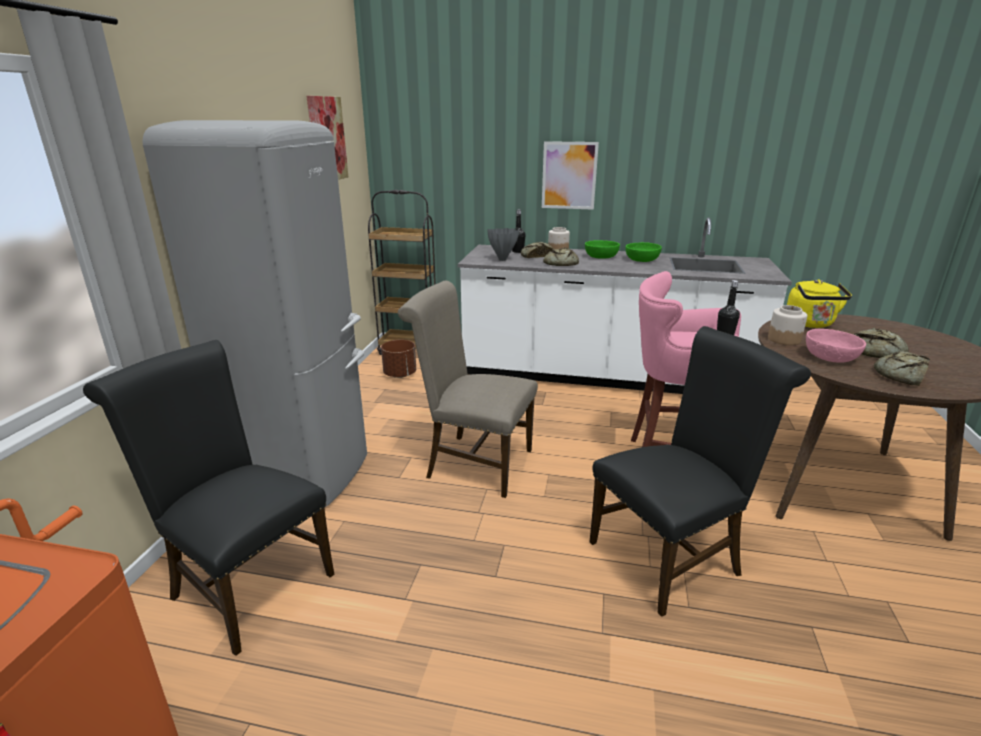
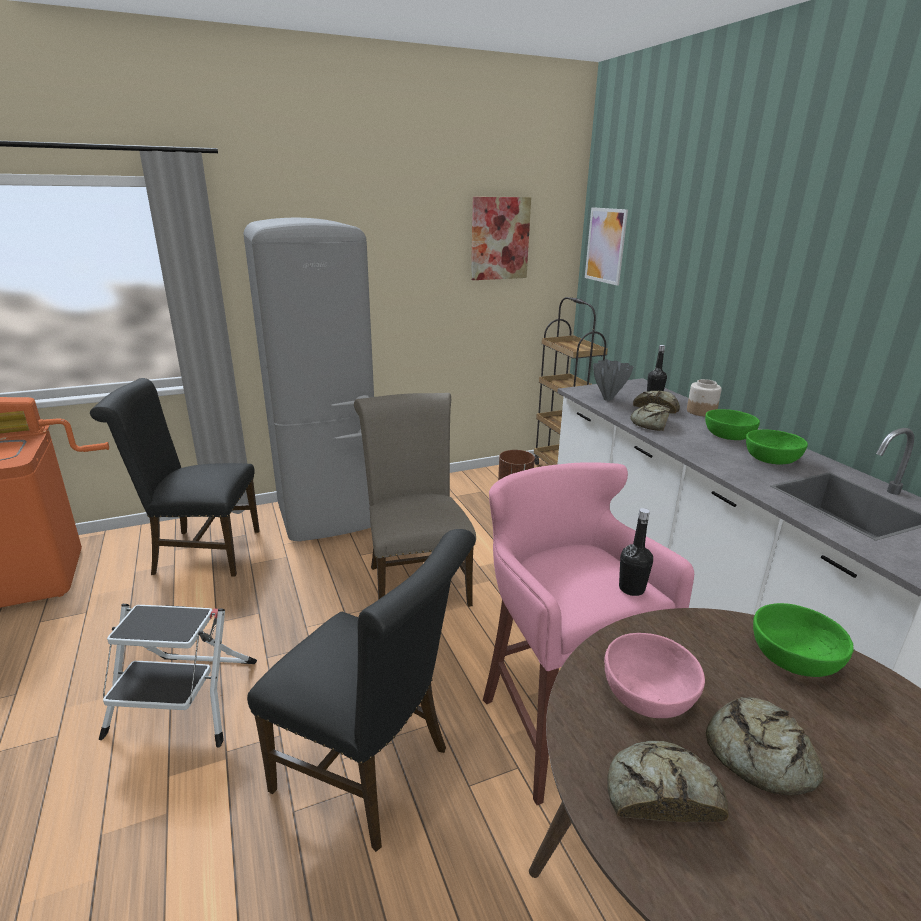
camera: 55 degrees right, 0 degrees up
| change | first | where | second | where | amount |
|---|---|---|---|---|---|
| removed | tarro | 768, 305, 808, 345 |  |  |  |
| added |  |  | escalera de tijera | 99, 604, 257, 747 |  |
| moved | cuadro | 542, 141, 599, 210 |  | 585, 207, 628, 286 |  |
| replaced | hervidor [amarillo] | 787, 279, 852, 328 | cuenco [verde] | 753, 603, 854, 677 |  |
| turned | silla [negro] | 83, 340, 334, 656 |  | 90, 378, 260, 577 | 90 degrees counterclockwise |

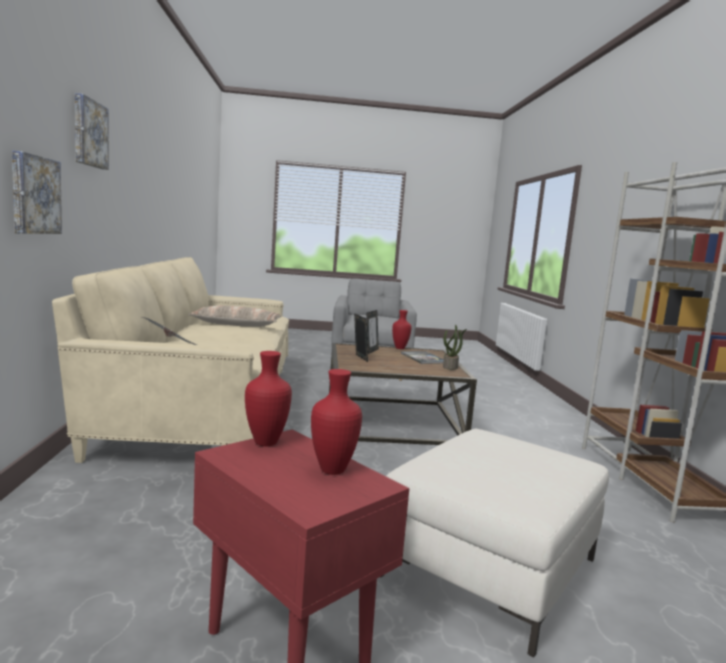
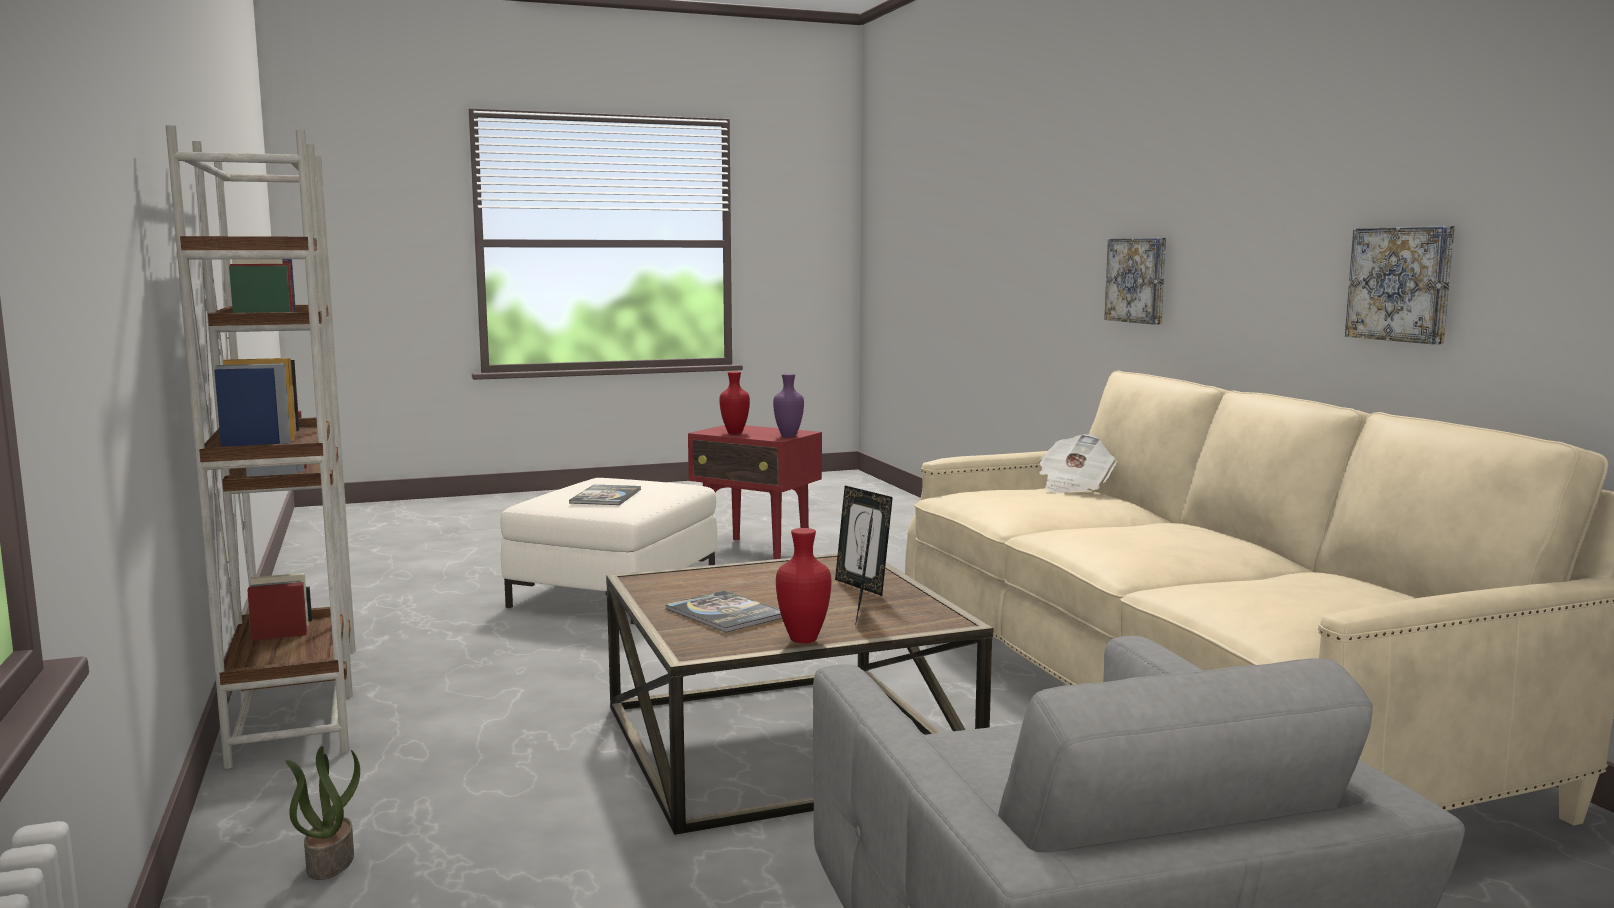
camera: 165 degrees right, 0 degrees up
| change | first | where | second | where | amount |
|---|---|---|---|---|---|
| removed | cojín | 188, 305, 281, 327 |  |  |  |
| added |  |  | libro | 569, 485, 641, 505 |  |
| moved | cuadro | 75, 93, 109, 170 |  | 1345, 226, 1455, 344 |  |
| moved | planta en maceta | 443, 324, 467, 370 |  | 286, 746, 360, 880 |  |
| recoloured | florero [rojo] | 245, 351, 292, 446 | florero [morado] | 773, 374, 804, 437 |  |

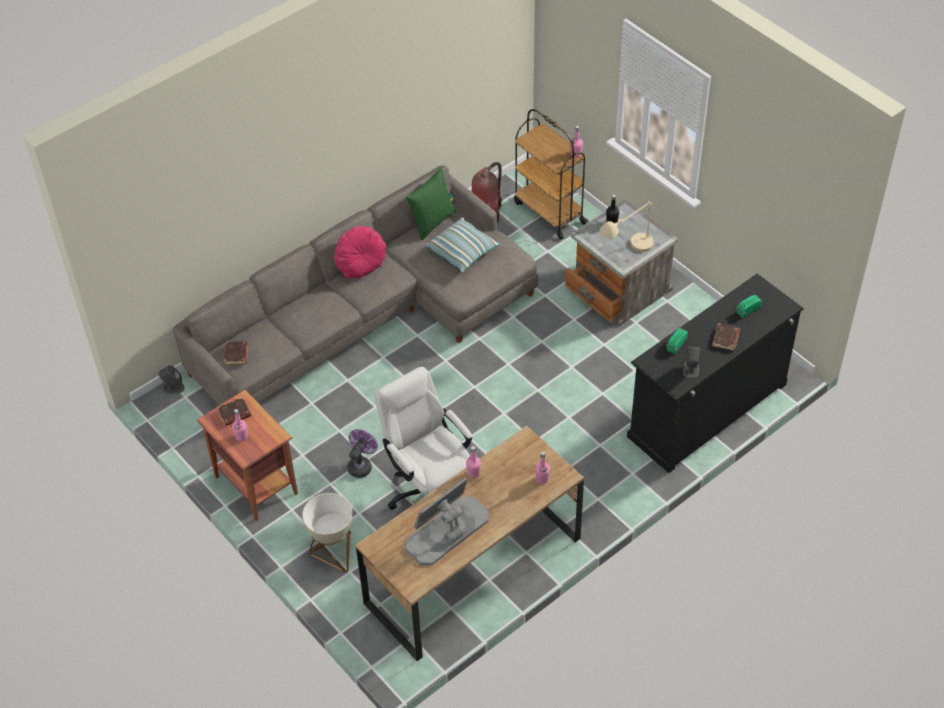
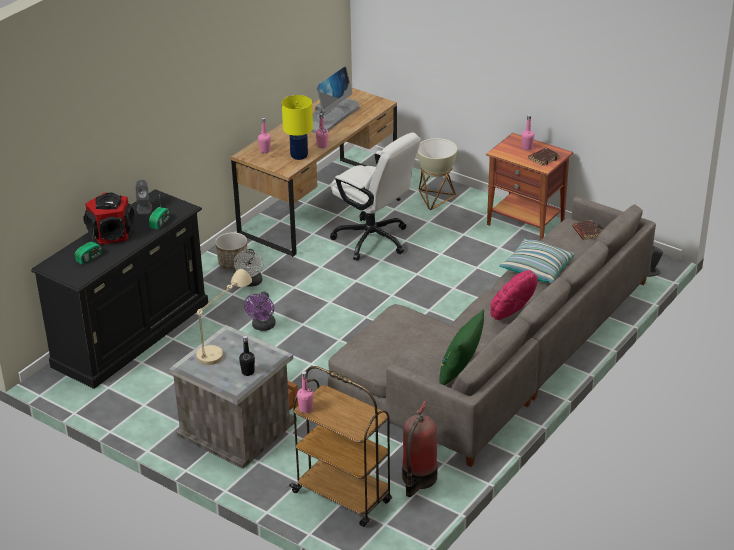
camera: 165 degrees right, 15 degrees down
| change | first | where | second | where | amount |
|---|---|---|---|---|---|
| added |  |  | maceta | 215, 232, 247, 269 |  |
| added |  |  | ventilador [blanco] | 234, 249, 264, 287 |  |
| added |  |  | lámpara de mesa [amarillo] | 282, 95, 313, 160 |  |
| moved | ventilador [morado] | 347, 429, 378, 478 |  | 244, 292, 276, 331 |  |
| moved | cojín | 425, 217, 501, 272 |  | 499, 239, 575, 284 |  |
| replaced | libro [marrón] | 712, 323, 740, 351 | altavoz | 83, 192, 134, 245 |  |

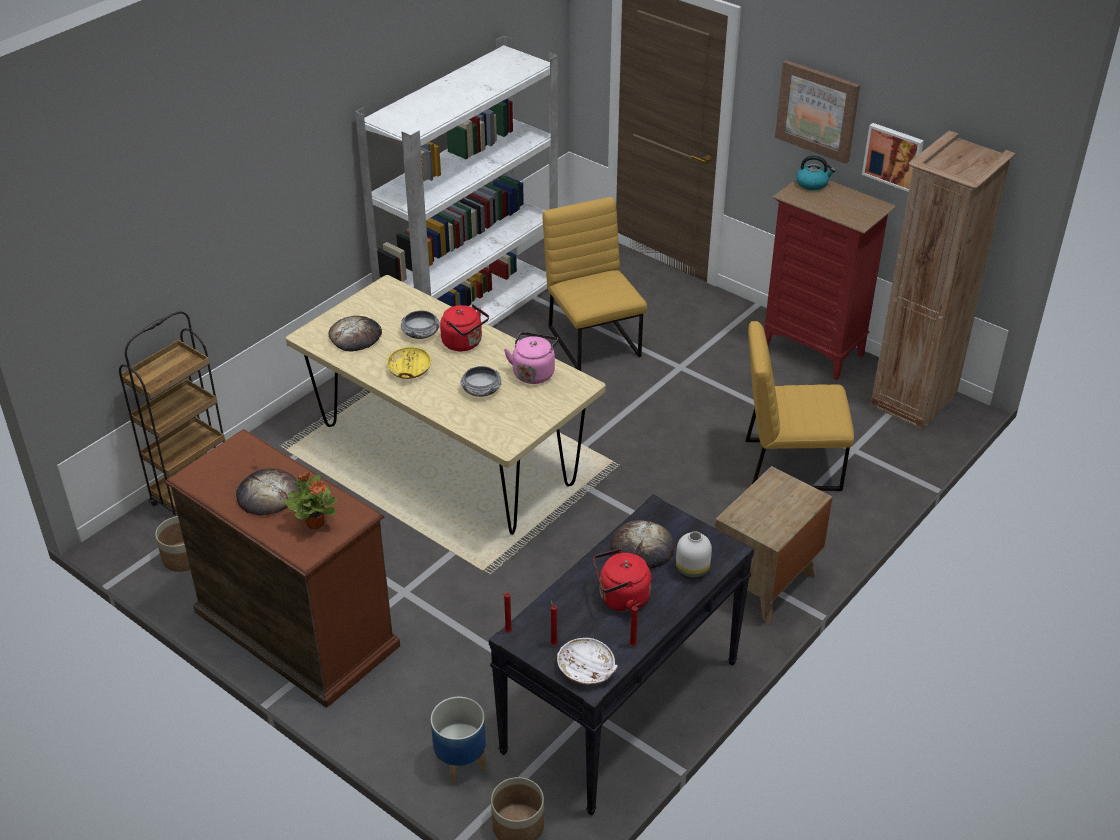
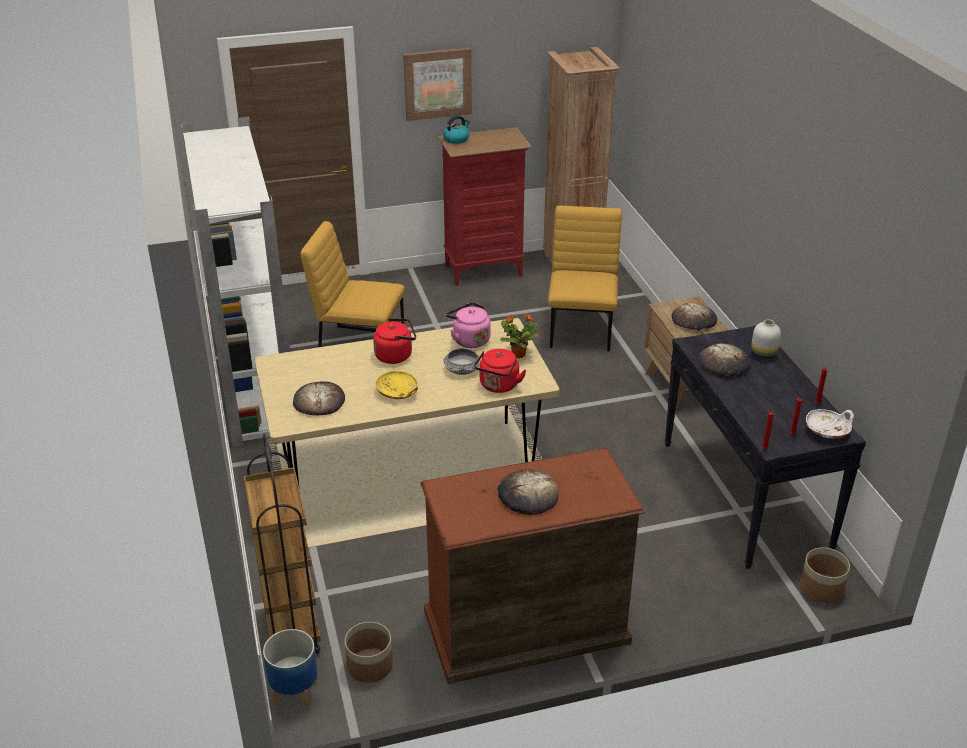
camera: 55 degrees left, 5 degrees down
| change | first | where | second | where | amount |
|---|---|---|---|---|---|
| removed | cuenco | 401, 311, 440, 339 |  |  |  |
| removed | cuadro | 862, 123, 924, 192 |  |  |  |
| added |  |  | pan | 672, 303, 717, 331 |  |
| moved | planta en maceta | 284, 472, 337, 529 |  | 500, 313, 538, 358 |  |
| moved | maceta | 431, 697, 486, 785 |  | 263, 629, 317, 711 |  |
| moved | hervidor [rojo] | 593, 549, 651, 612 |  | 474, 349, 526, 393 |  |
| turned | silla [amarillo] | 746, 321, 854, 491 |  | 548, 206, 622, 351 | 150 degrees clockwise |

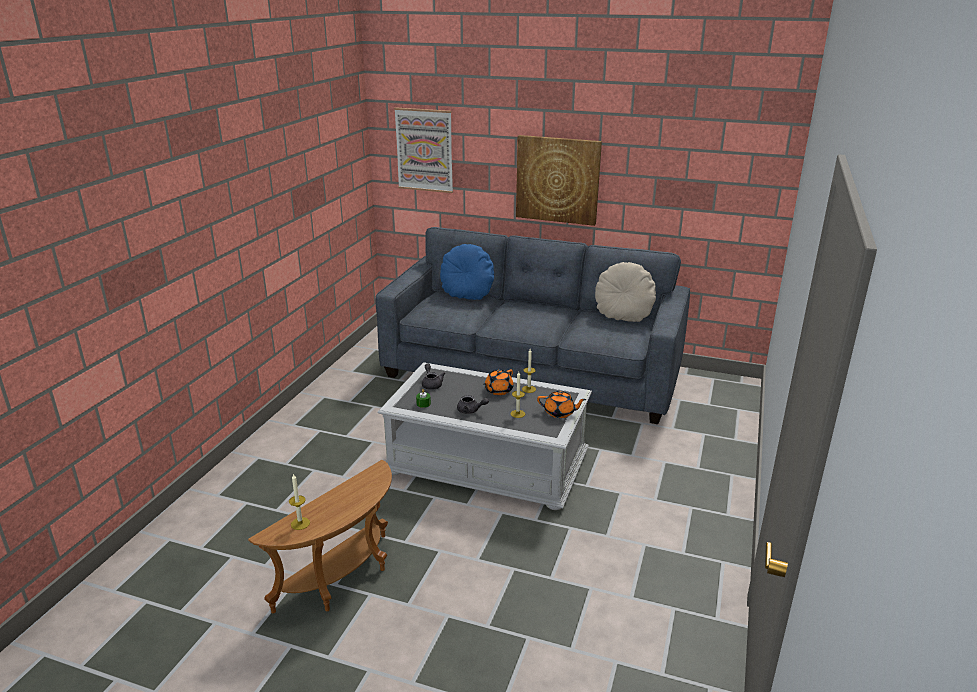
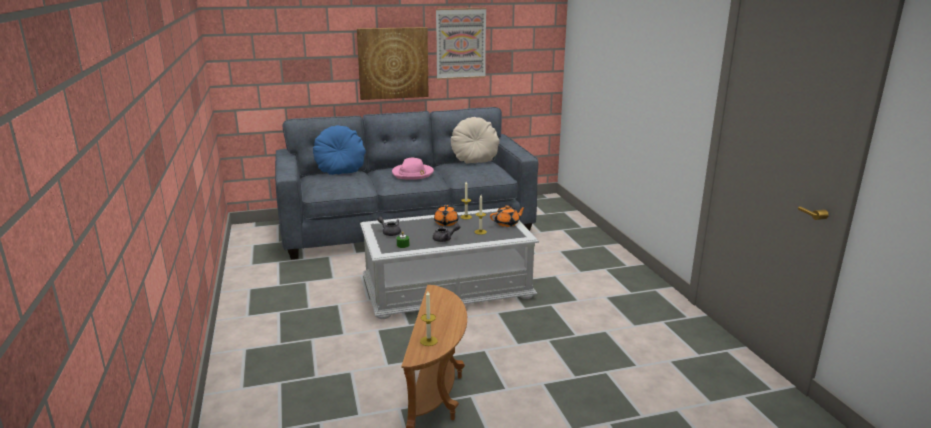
camera: 35 degrees left, 5 degrees down
| change | first | where | second | where | amount |
|---|---|---|---|---|---|
| added |  |  | sombrero [rosa] | 392, 158, 434, 180 |  |
| moved | cuadro | 394, 108, 453, 193 |  | 436, 8, 486, 80 |  |

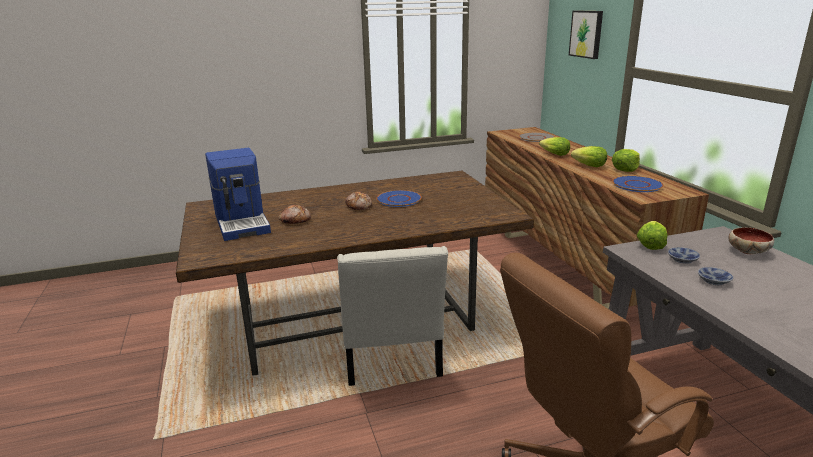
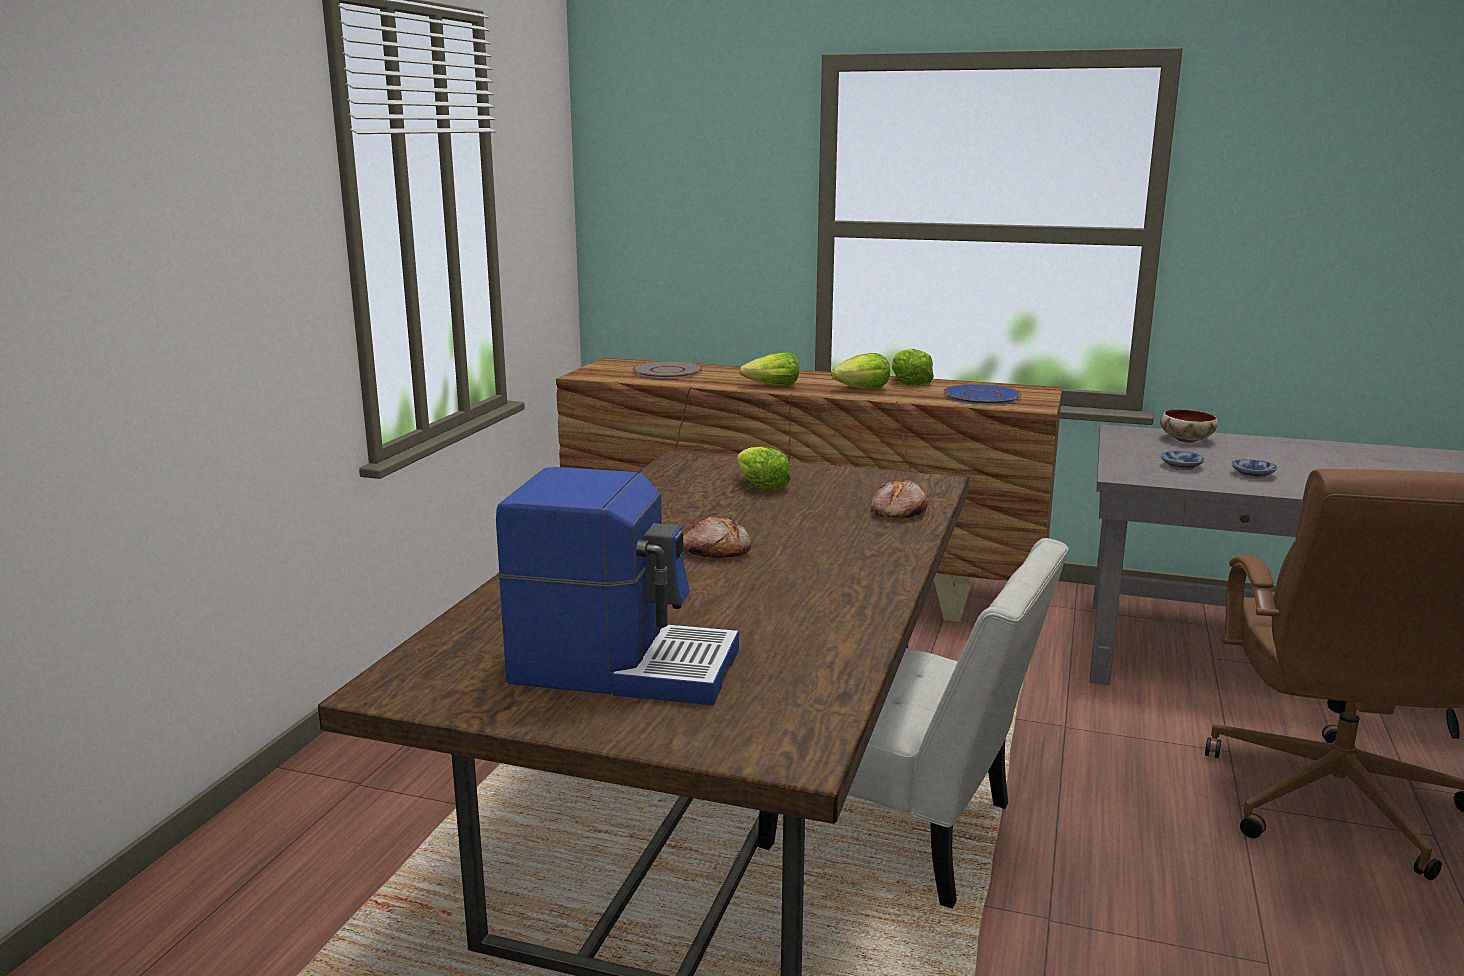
camera: 55 degrees left, 5 degrees down
| change | first | where | second | where | amount |
|---|---|---|---|---|---|
| removed | plato [azul] | 376, 190, 422, 207 |  |  |  |
| removed | cuadro | 569, 10, 603, 59 |  |  |  |
| moved | pan | 278, 205, 311, 224 |  | 870, 479, 928, 518 |  |
| moved | lechuga | 637, 221, 667, 250 |  | 737, 447, 791, 491 |  |

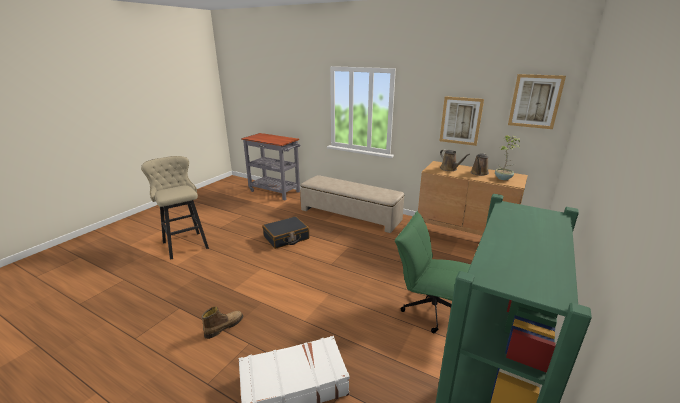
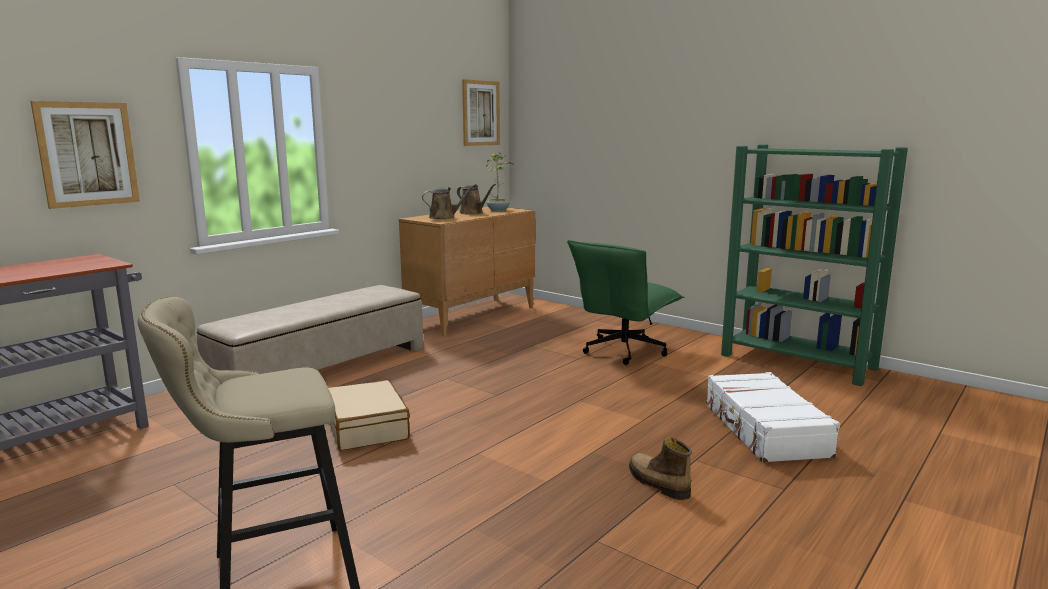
camera: 80 degrees left, 10 degrees down
| change | first | where | second | where | amount |
|---|---|---|---|---|---|
| moved | cuadro | 440, 96, 484, 146 |  | 31, 101, 140, 209 |  |
| recoloured | maleta [negro] | 262, 216, 309, 249 | maleta [beis] | 328, 380, 410, 451 |  |

